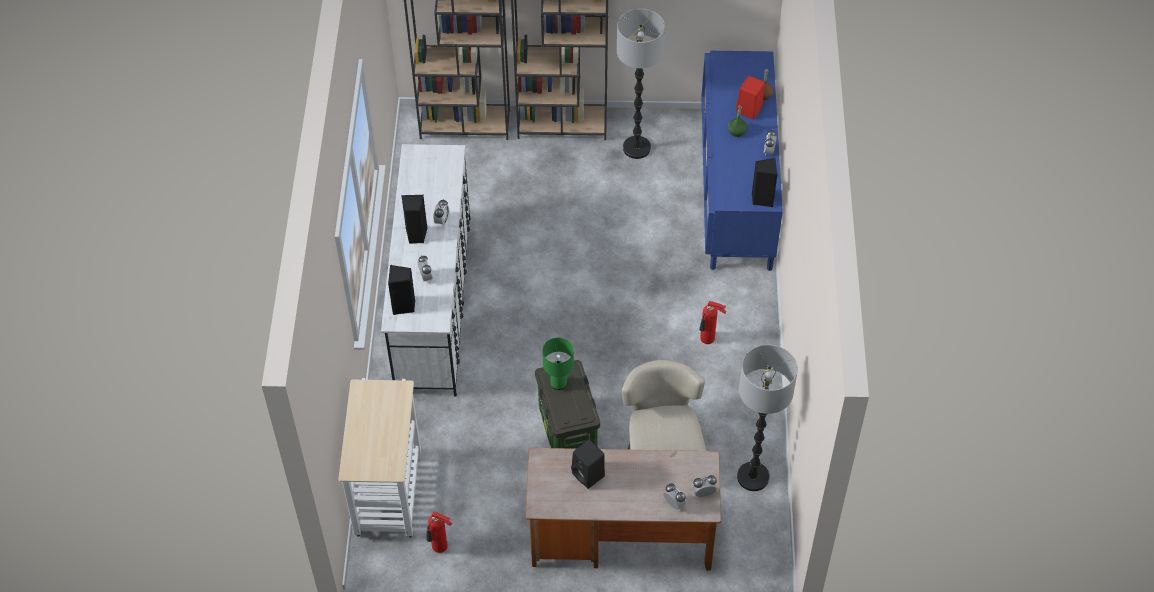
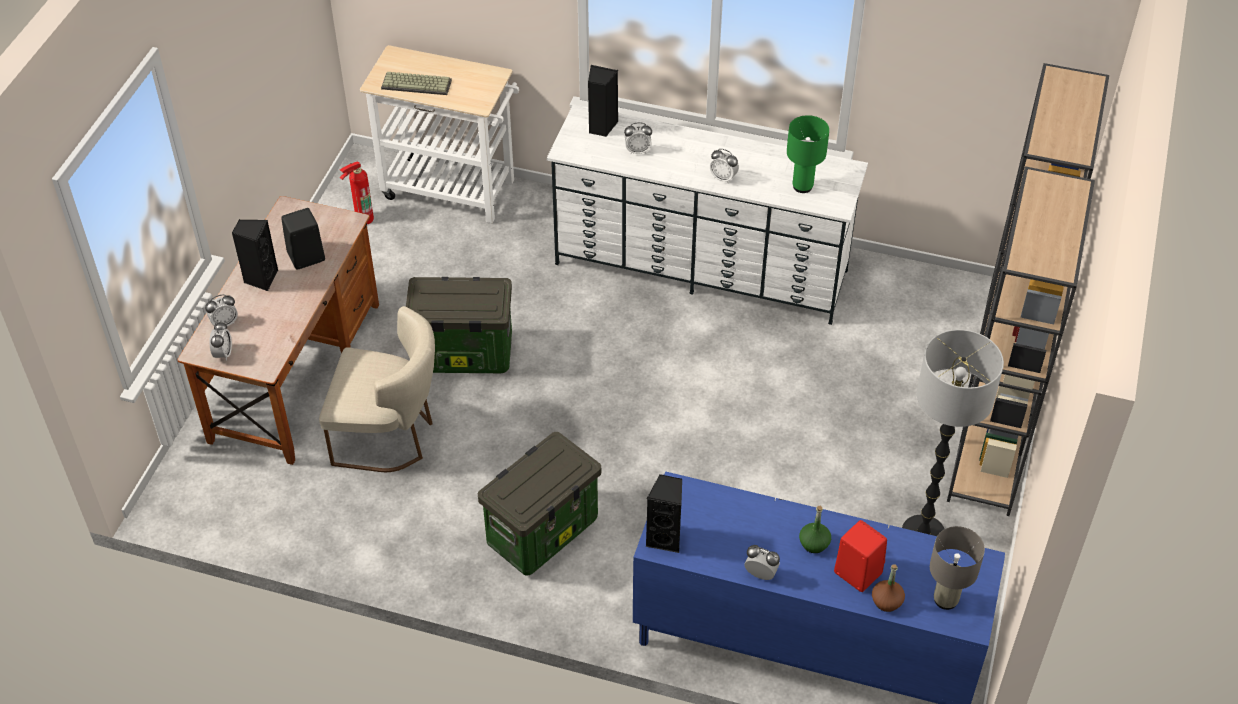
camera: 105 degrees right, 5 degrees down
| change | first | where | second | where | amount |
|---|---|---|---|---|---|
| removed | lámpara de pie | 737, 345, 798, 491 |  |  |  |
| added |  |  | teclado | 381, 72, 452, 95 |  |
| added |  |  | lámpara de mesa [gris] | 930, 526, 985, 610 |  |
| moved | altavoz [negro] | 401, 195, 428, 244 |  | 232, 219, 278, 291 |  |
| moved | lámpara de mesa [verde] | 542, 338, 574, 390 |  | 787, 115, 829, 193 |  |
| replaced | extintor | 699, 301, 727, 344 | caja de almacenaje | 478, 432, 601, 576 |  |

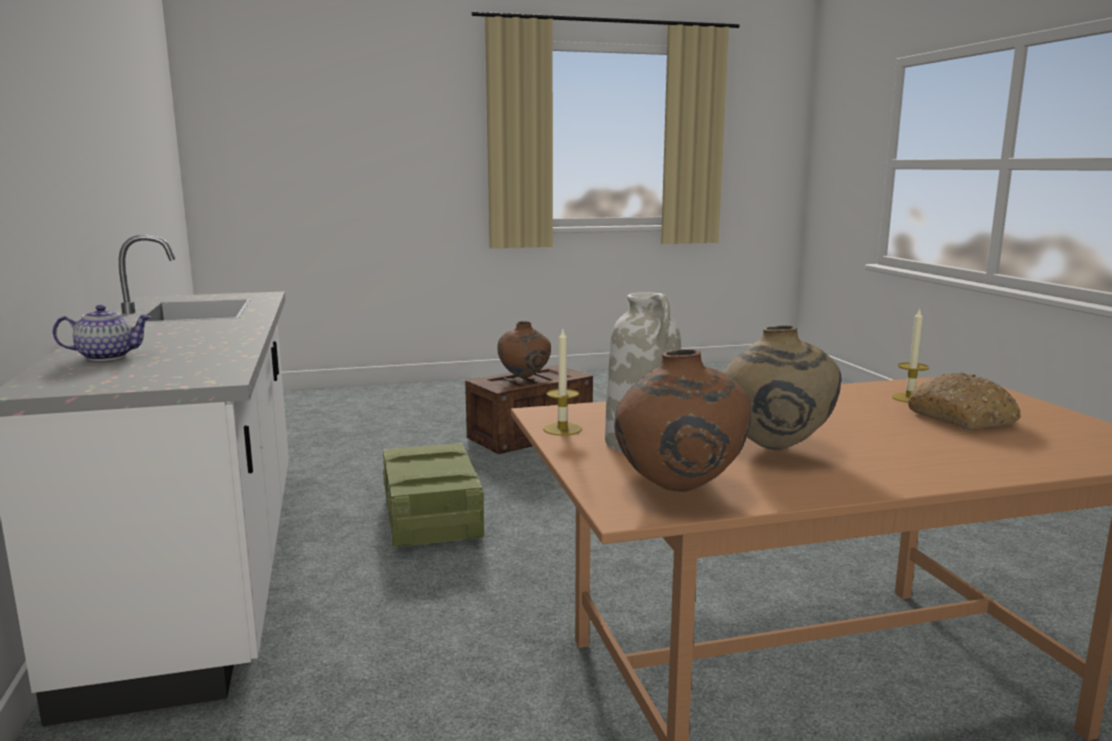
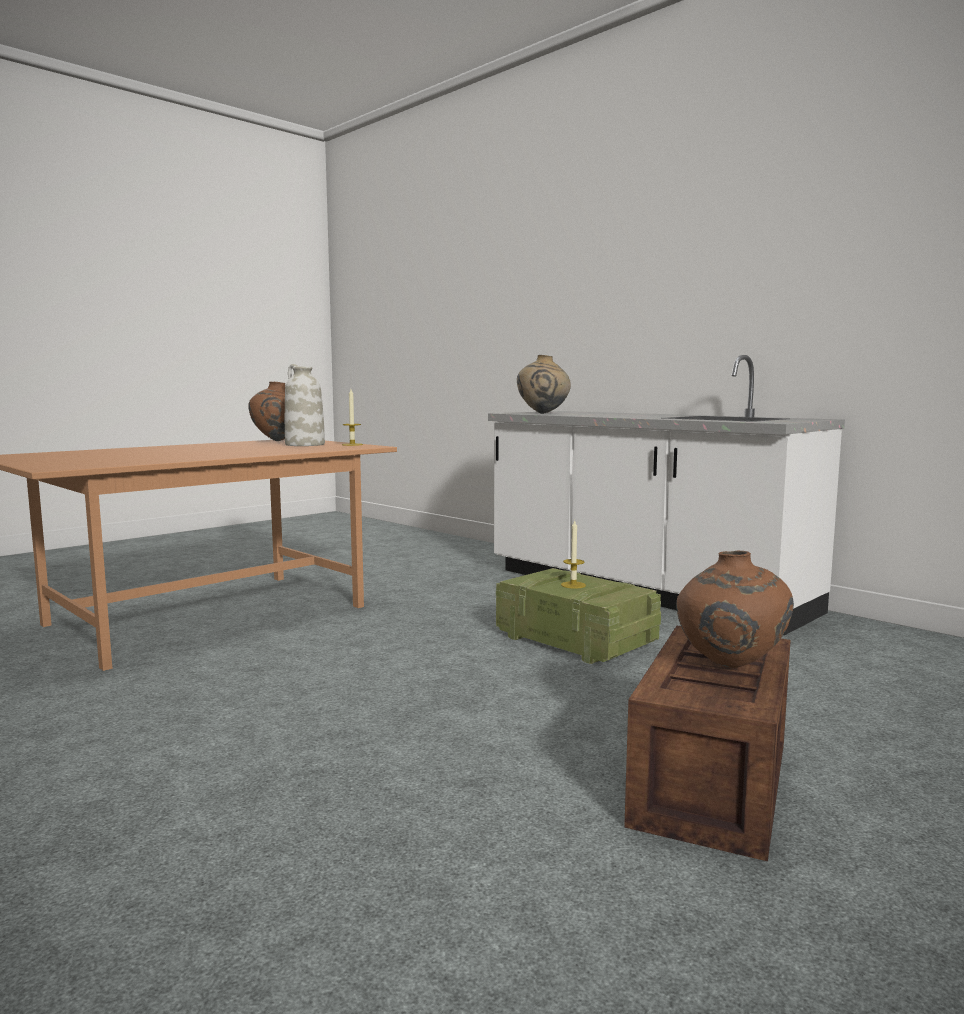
camera: 150 degrees right, 5 degrees down
| change | first | where | second | where | amount |
|---|---|---|---|---|---|
| removed | tetera | 53, 305, 151, 361 |  |  |  |
| removed | pan | 907, 372, 1021, 429 |  |  |  |
| moved | florero [beis] | 723, 325, 841, 450 |  | 517, 355, 571, 414 |  |
| moved | vela | 892, 308, 929, 403 |  | 561, 520, 586, 589 |  |

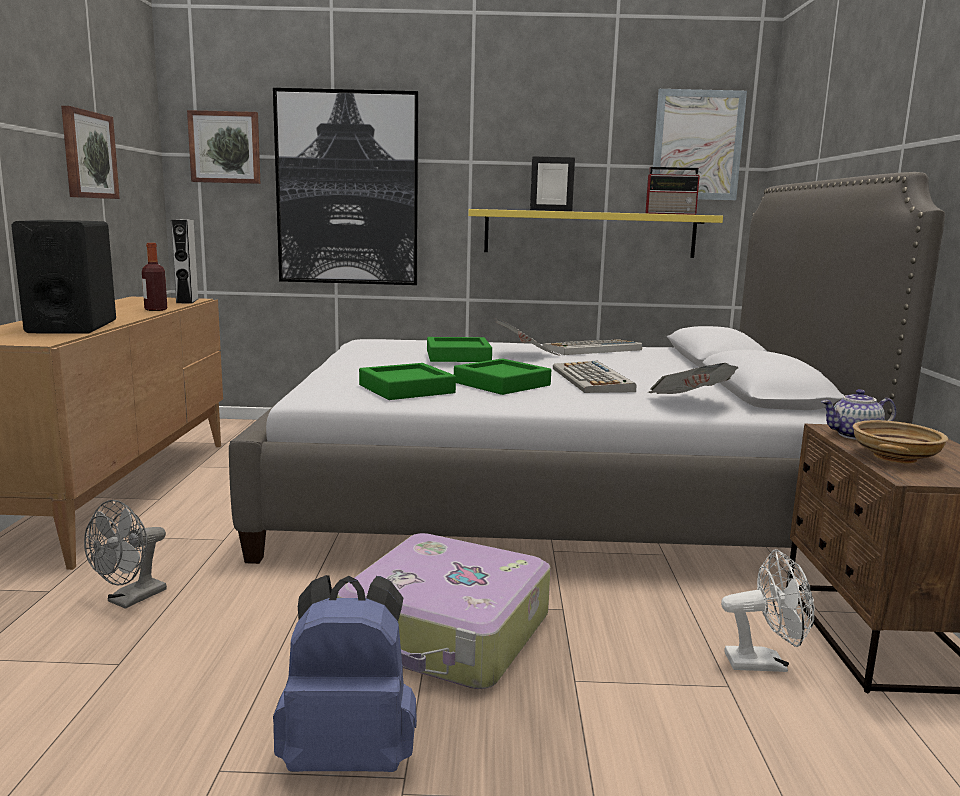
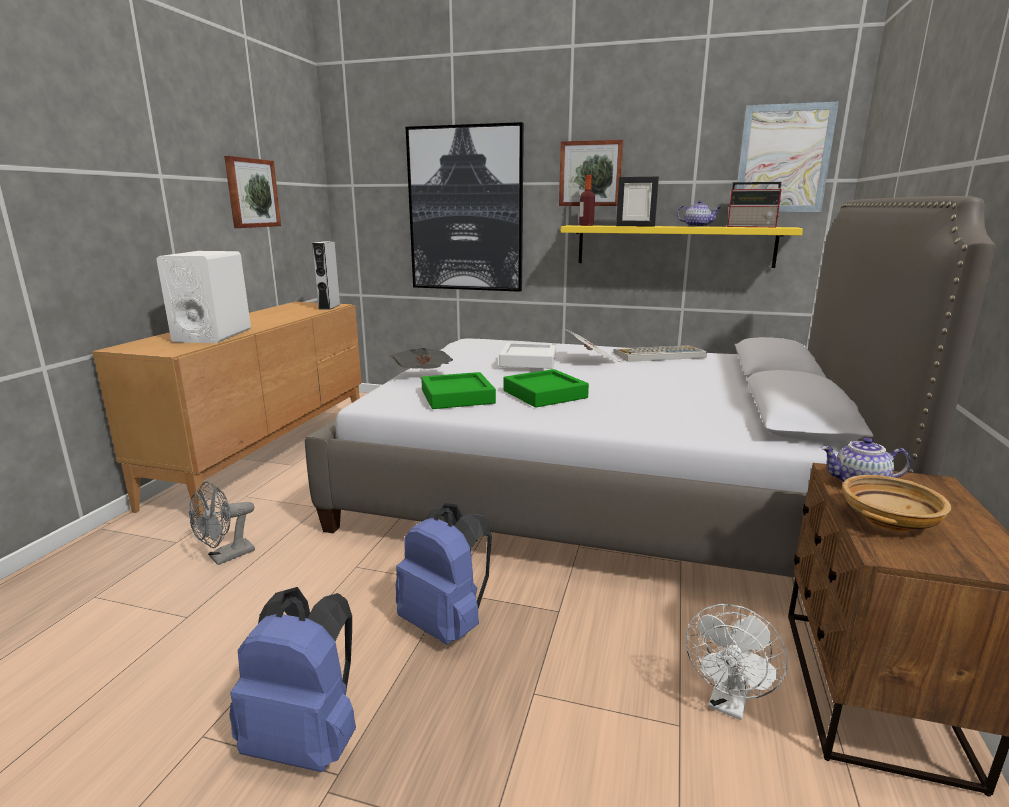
camera: 15 degrees right, 5 degrees up
| change | first | where | second | where | amount |
|---|---|---|---|---|---|
| removed | teclado | 553, 361, 636, 393 |  |  |  |
| added |  |  | tetera | 677, 200, 721, 227 |  |
| moved | botella | 142, 243, 167, 311 |  | 579, 175, 595, 226 |  |
| moved | cuadro | 187, 110, 260, 184 |  | 559, 140, 624, 206 |  |
| moved | periódico | 648, 363, 738, 394 |  | 389, 348, 453, 369 |  |
| replaced | maleta | 337, 533, 551, 689 | mochila [azul] | 396, 503, 492, 645 |  |
| recoloured | altavoz [negro] | 11, 220, 116, 334 | altavoz [blanco] | 156, 251, 251, 343 |  |
| recoloured | bandeja [verde] | 427, 337, 492, 362 | bandeja [blanco] | 499, 343, 556, 369 |  |
| turned | ventilador [blanco] | 721, 549, 814, 672 |  | 686, 604, 788, 720 | 105 degrees clockwise |

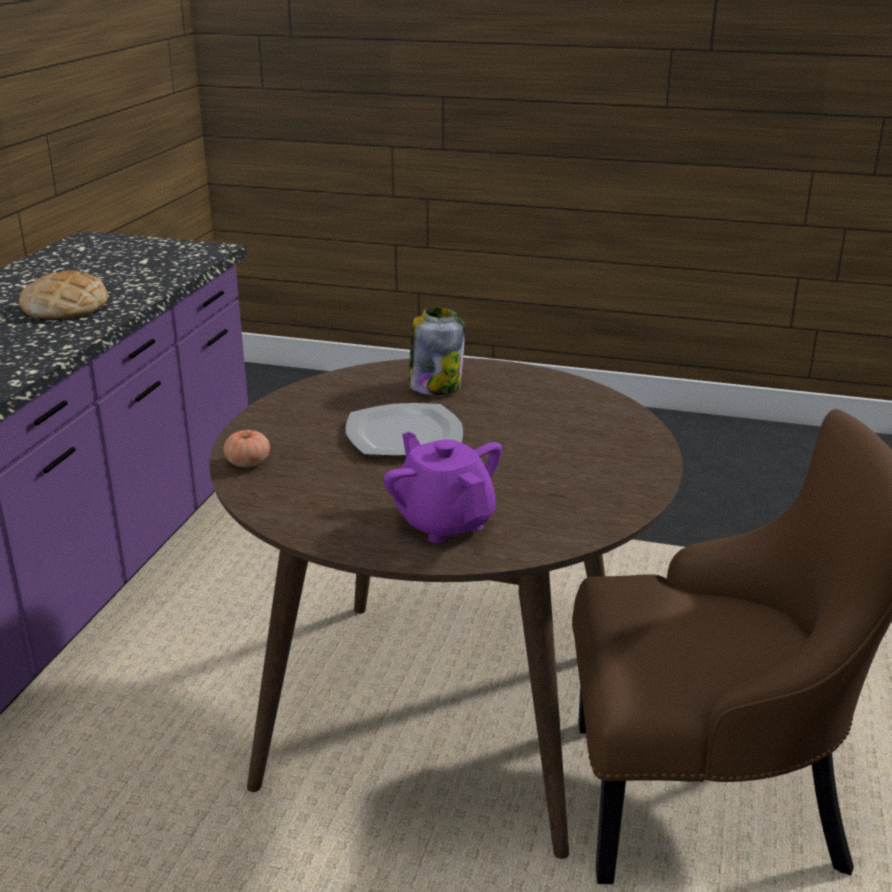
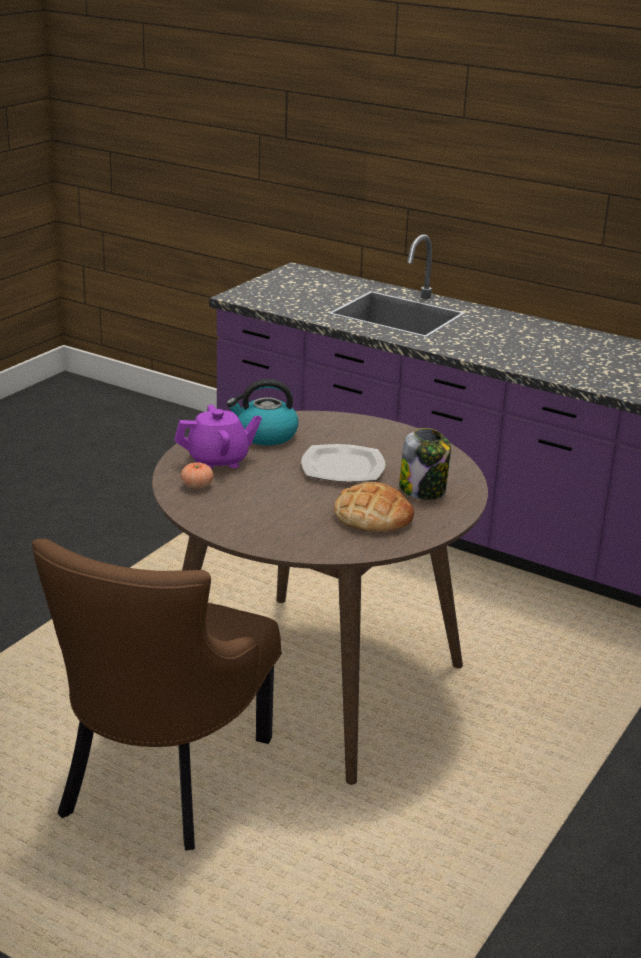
camera: 105 degrees right, 0 degrees up
| change | first | where | second | where | amount |
|---|---|---|---|---|---|
| added |  |  | hervidor | 226, 379, 299, 446 |  |
| moved | pan | 19, 270, 108, 319 |  | 334, 482, 414, 532 |  |
| moved | tomate | 223, 430, 270, 467 |  | 181, 462, 213, 489 |  |

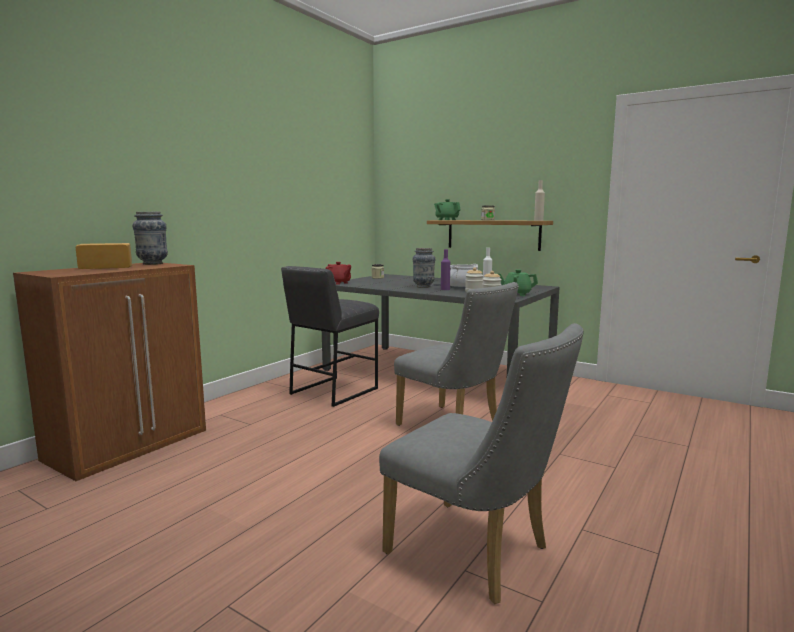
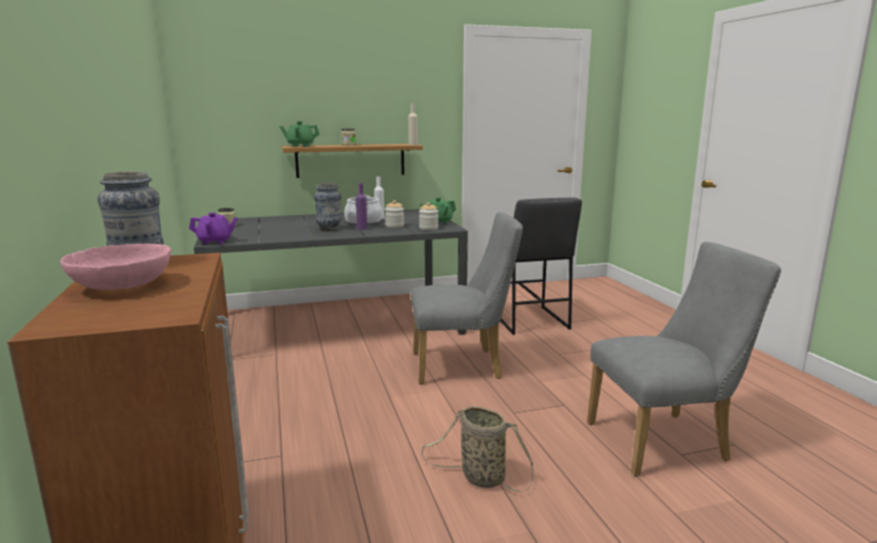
camera: 50 degrees left, 5 degrees up
| change | first | where | second | where | amount |
|---|---|---|---|---|---|
| added |  |  | cesta | 421, 406, 533, 492 |  |
| moved | taburete [gris] | 281, 266, 379, 407 |  | 500, 198, 582, 335 |  |
| replaced | pan | 76, 243, 132, 269 | cuenco [rosa] | 60, 244, 171, 290 |  |
| recoloured | tetera [rojo] | 326, 262, 351, 285 | tetera [morado] | 189, 212, 238, 244 |  |

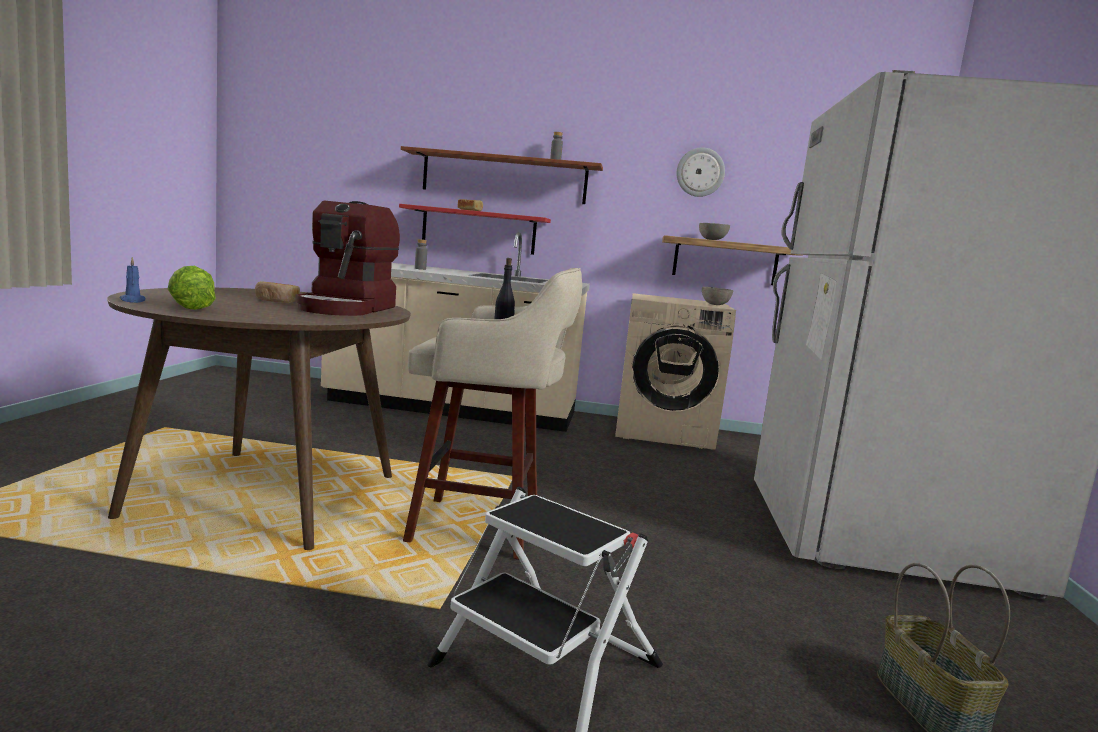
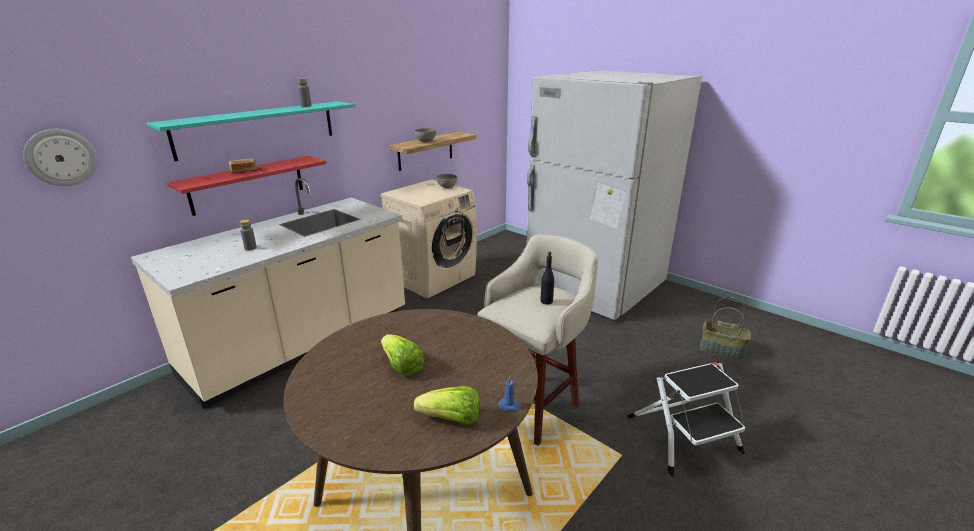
camera: 55 degrees left, 15 degrees up
| change | first | where | second | where | amount |
|---|---|---|---|---|---|
| removed | cafetera | 295, 201, 400, 316 |  |  |  |
| moved | vela [azul] | 120, 257, 146, 303 |  | 498, 376, 522, 412 |  |
| moved | reloj de pared | 676, 147, 725, 197 |  | 23, 129, 97, 186 |  |
| replaced | pan | 255, 281, 300, 303 | lechuga | 381, 334, 424, 376 |  |
| recoloured | estante [marrón] | 401, 146, 603, 204 | estante [turquesa] | 146, 101, 355, 161 |  |

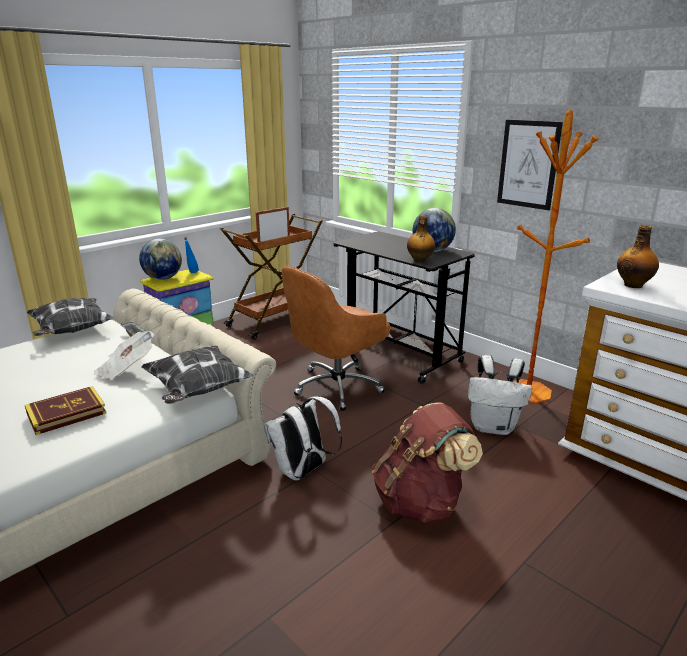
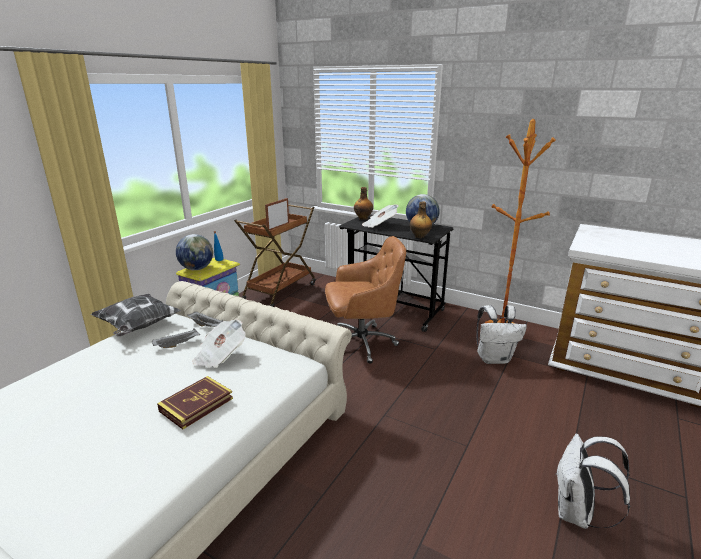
camera: 15 degrees left, 0 degrees up
| change | first | where | second | where | amount |
|---|---|---|---|---|---|
| removed | cojín | 141, 346, 253, 404 |  |  |  |
| removed | mochila [marrón] | 372, 403, 483, 523 |  |  |  |
| removed | cuadro | 497, 120, 563, 210 |  |  |  |
| added |  |  | bandeja [gris] | 152, 328, 200, 348 |  |
| added |  |  | periódico | 362, 204, 399, 228 |  |
| moved | mochila [blanco] | 264, 396, 342, 481 |  | 555, 434, 630, 529 |  |
| moved | botella | 617, 225, 659, 288 |  | 354, 187, 373, 220 |  |
| turned | silla de oficina [marrón] | 282, 265, 391, 411 |  | 325, 236, 406, 364 | 135 degrees counterclockwise |

